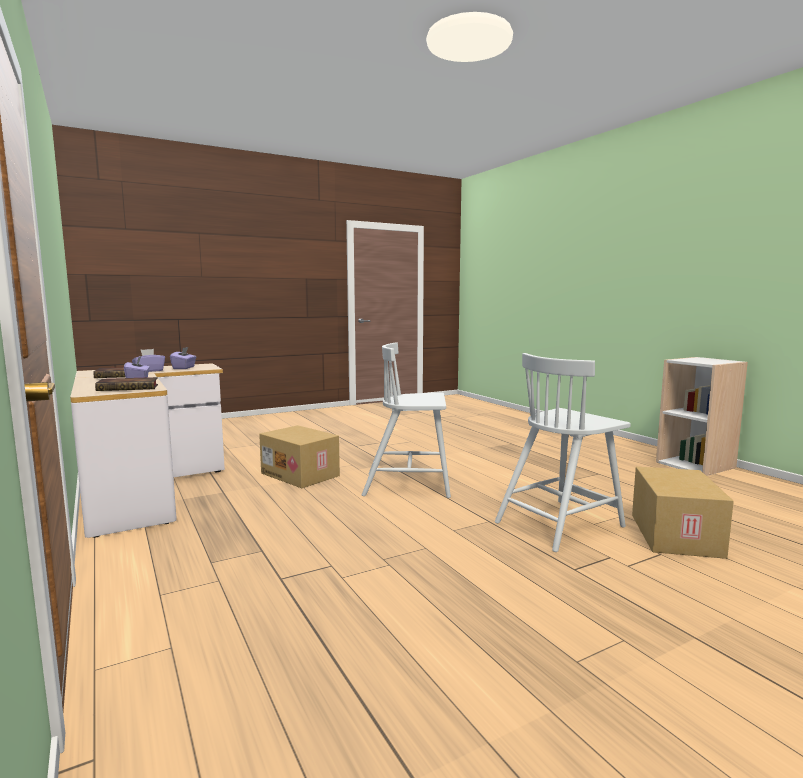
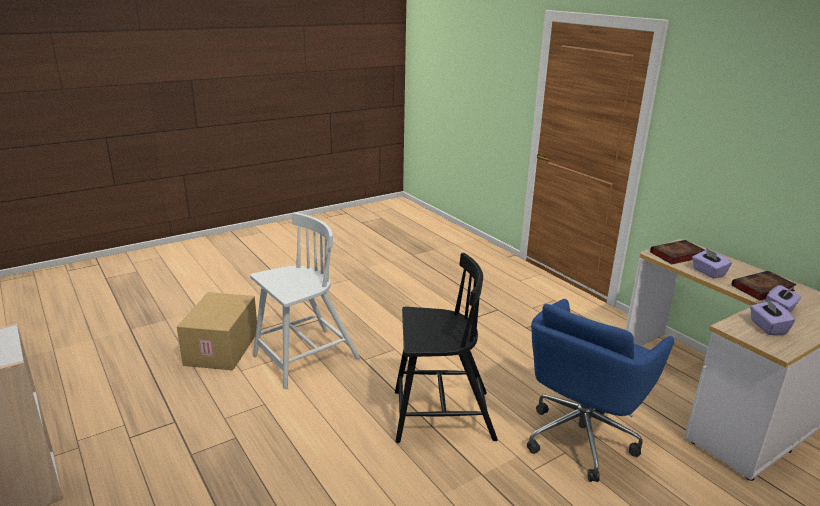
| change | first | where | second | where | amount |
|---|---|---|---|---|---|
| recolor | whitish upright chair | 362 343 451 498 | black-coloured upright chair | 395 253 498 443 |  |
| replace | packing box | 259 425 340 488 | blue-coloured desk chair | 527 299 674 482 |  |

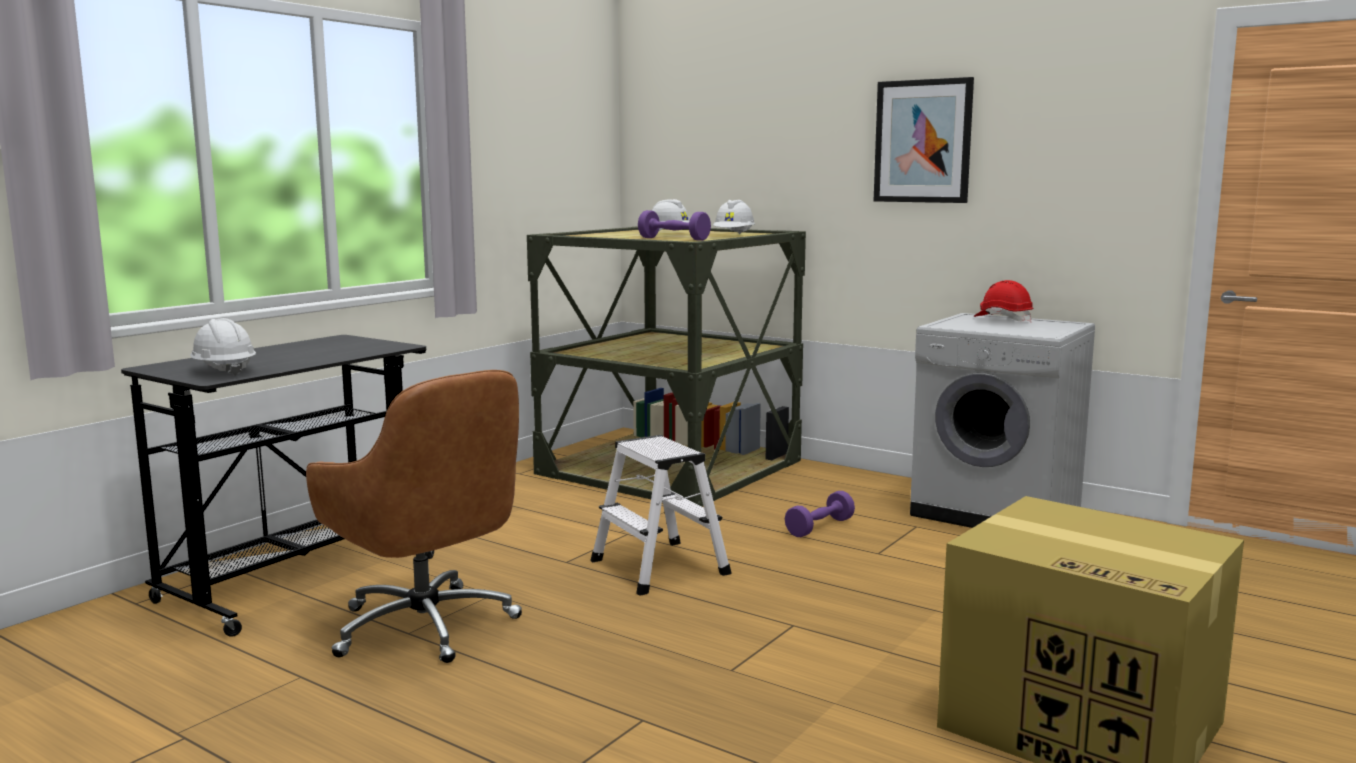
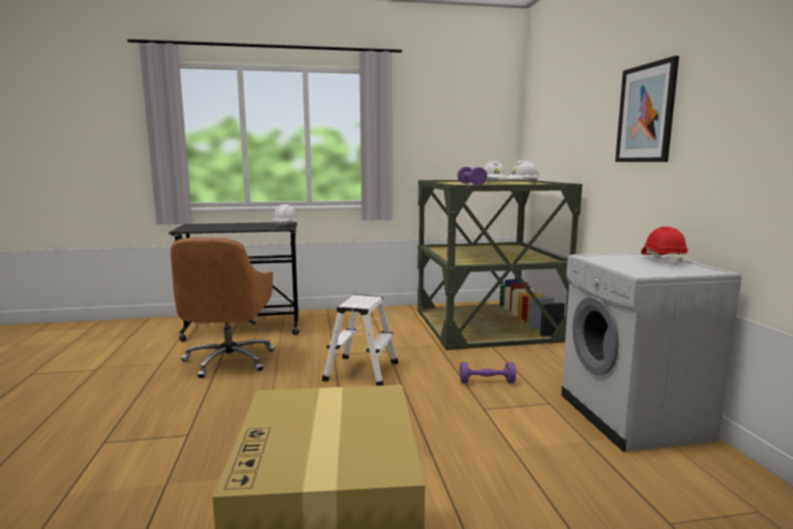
| change | first | where | second | where | amount |
|---|---|---|---|---|---|
| move | whitish safety helmet | 190 318 256 376 |  | 272 204 299 228 |  |

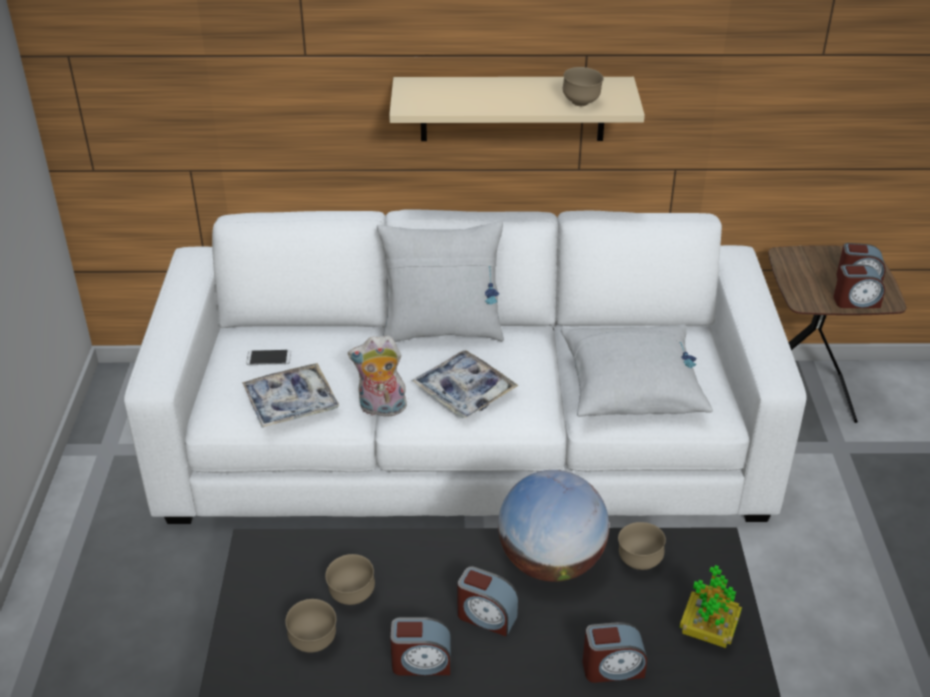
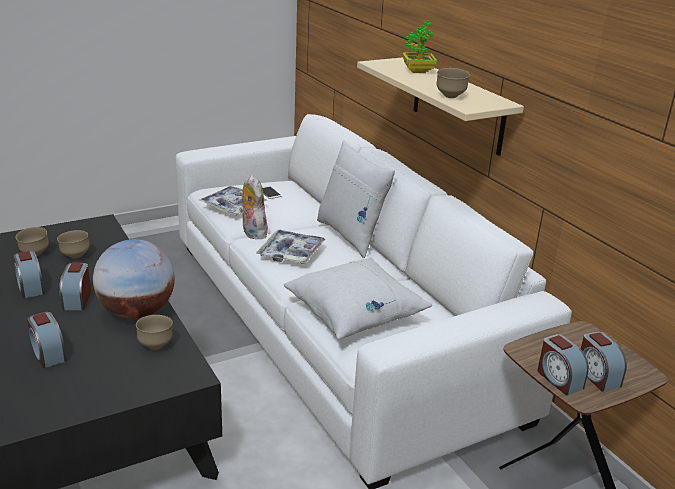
| change | first | where | second | where | amount |
|---|---|---|---|---|---|
| move | houseplant | 679 565 742 648 |  | 402 20 437 73 |  |

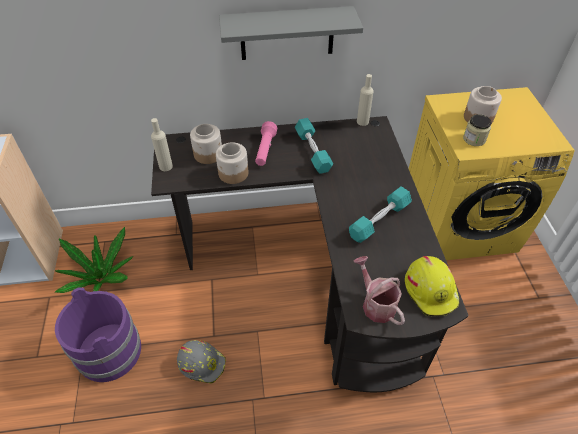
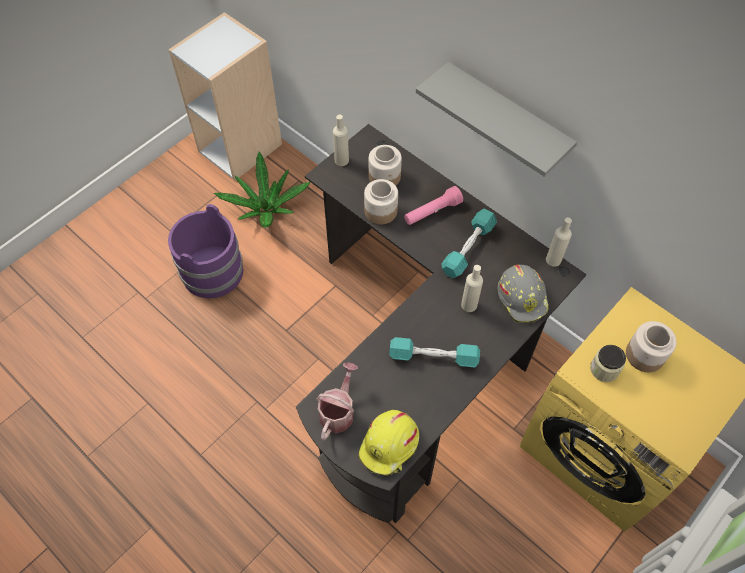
| change | first | where | second | where | amount |
|---|---|---|---|---|---|
| insert |  |  | sand-coloured bottle | 461 265 483 312 |  |
| move | grey safety helmet | 177 340 226 384 |  | 498 265 549 323 |  |

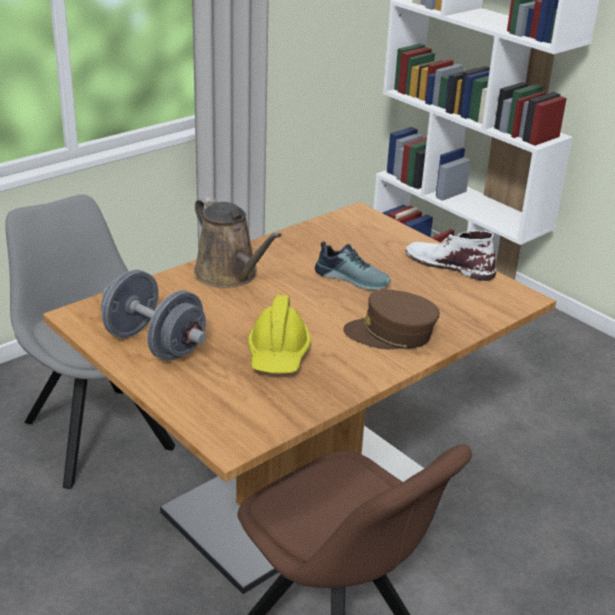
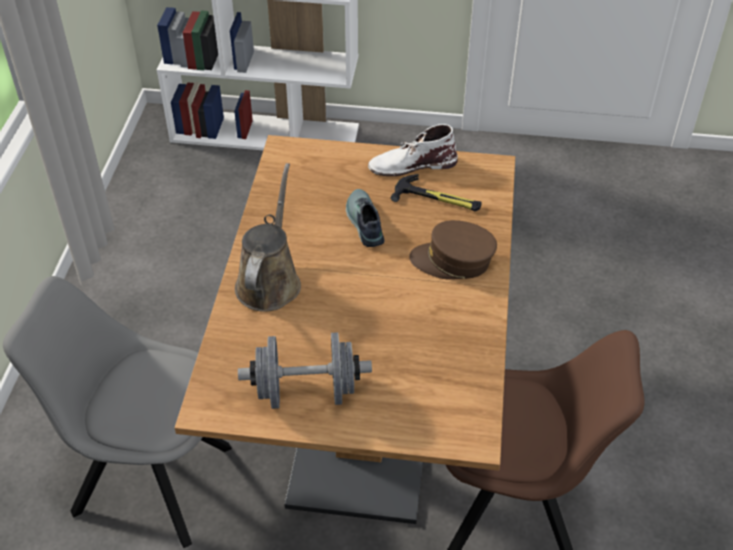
| change | first | where | second | where | amount |
|---|---|---|---|---|---|
| rotate | brown watering can | 194 196 282 288 |  | 235 163 301 312 | 90 degrees counterclockwise |
| rotate | low shoe | 315 241 391 290 |  | 346 189 384 247 | 90 degrees counterclockwise |
| insert |  |  | tool hammer | 391 174 482 212 |  |
| rotate | brown baseball cap | 343 290 440 349 |  | 409 220 497 279 | 45 degrees clockwise |
| delete | yellow-coloured safety helmet | 248 295 311 374 |  |  |  |

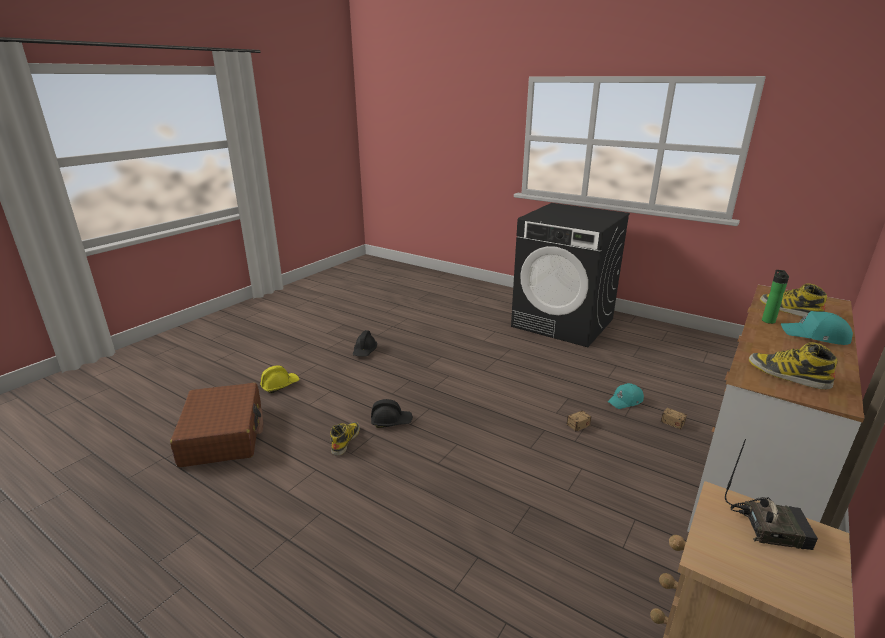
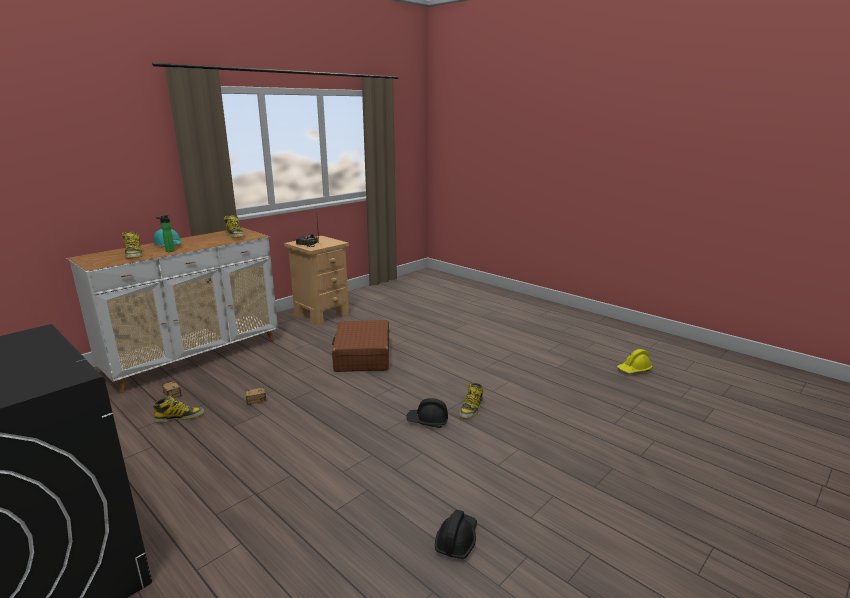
| change | first | where | second | where | amount |
|---|---|---|---|---|---|
| replace | turquoise-coloured baseball cap | 608 383 644 409 | high-top boot | 154 396 204 423 |  |
| move | brown piece of luggage | 170 383 263 467 |  | 332 320 390 372 |  |
| move | yellow-coloured safety helmet | 260 365 299 393 |  | 617 349 653 373 |  |

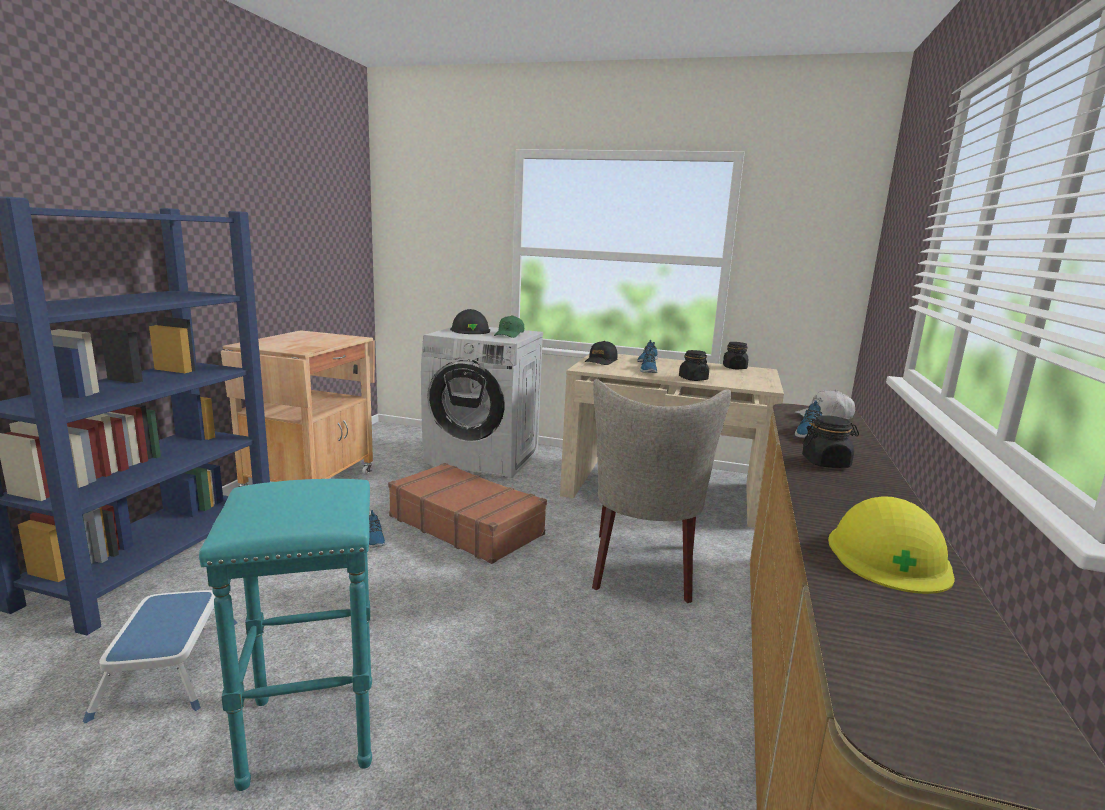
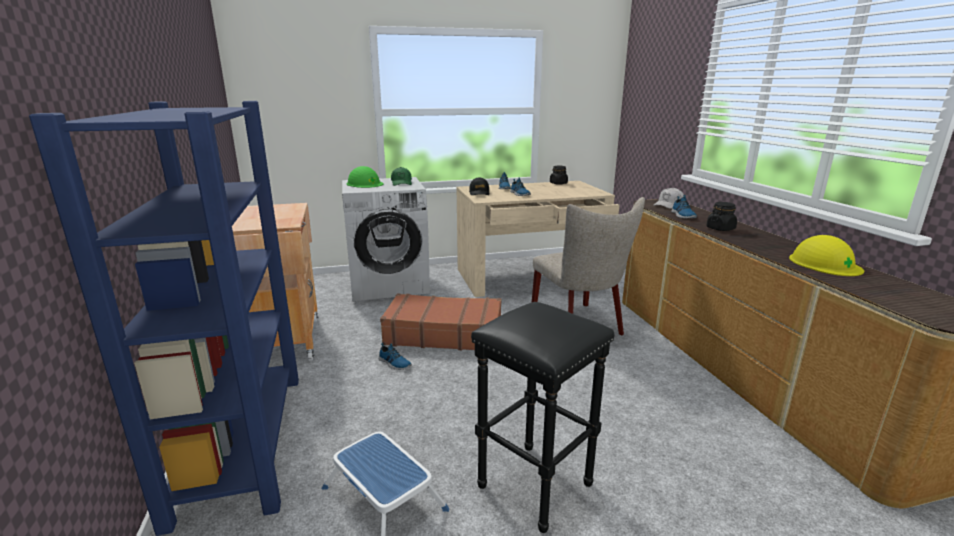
| change | first | where | second | where | amount |
|---|---|---|---|---|---|
| recolor | black-coloured safety helmet | 450 309 490 334 | green-coloured safety helmet | 346 166 384 188 |  |
| recolor | turquoise-coloured stool | 199 479 372 791 | black-coloured stool | 471 302 615 533 |  |
| delete | black-coloured storage jar | 679 350 709 381 |  |  |  |

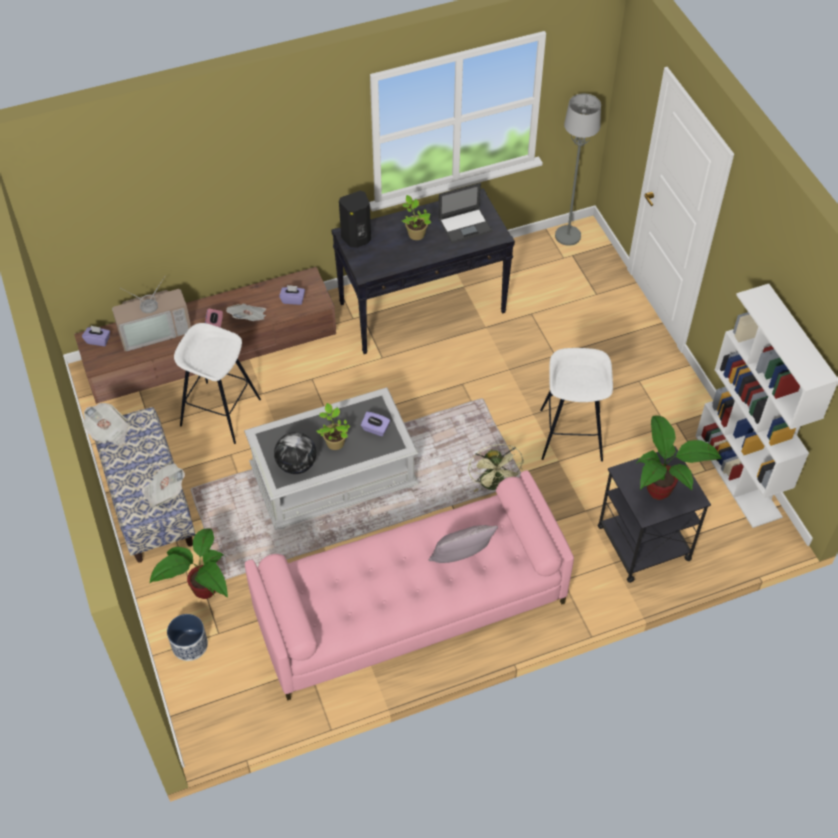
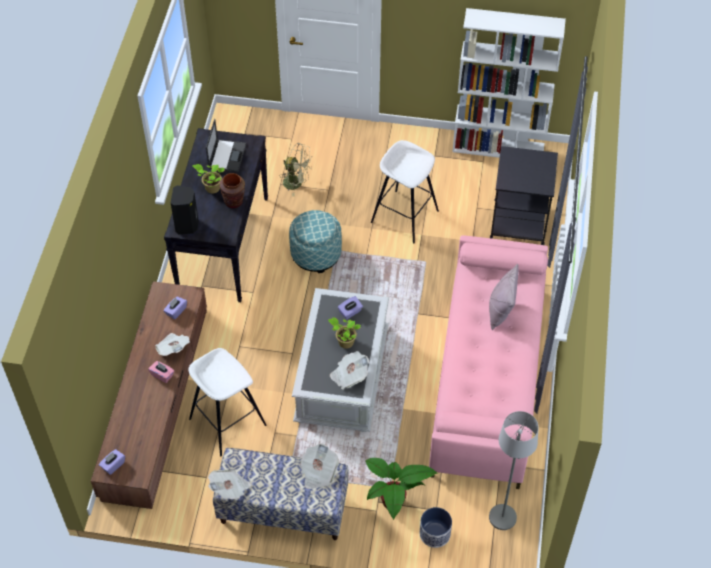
| change | first | where | second | where | amount |
|---|---|---|---|---|---|
| insert |  |  | brown flower vase | 219 173 245 208 |  |
| move | green-coloured electric fan | 468 444 524 492 |  | 281 143 312 196 |  |
| insert |  |  | ottoman | 289 210 342 273 |  |
| replace | desk globe | 274 432 316 474 | printed paper | 330 351 369 390 |  |
| move | grey standing lamp | 555 94 601 246 |  | 489 411 539 530 |  |
| delete | TV set | 112 275 191 351 |  |  |  |
| delete | houseplant | 636 416 722 500 |  |  |  |

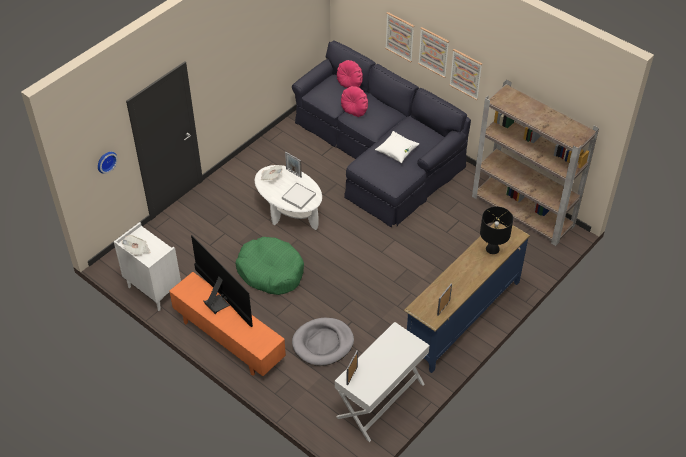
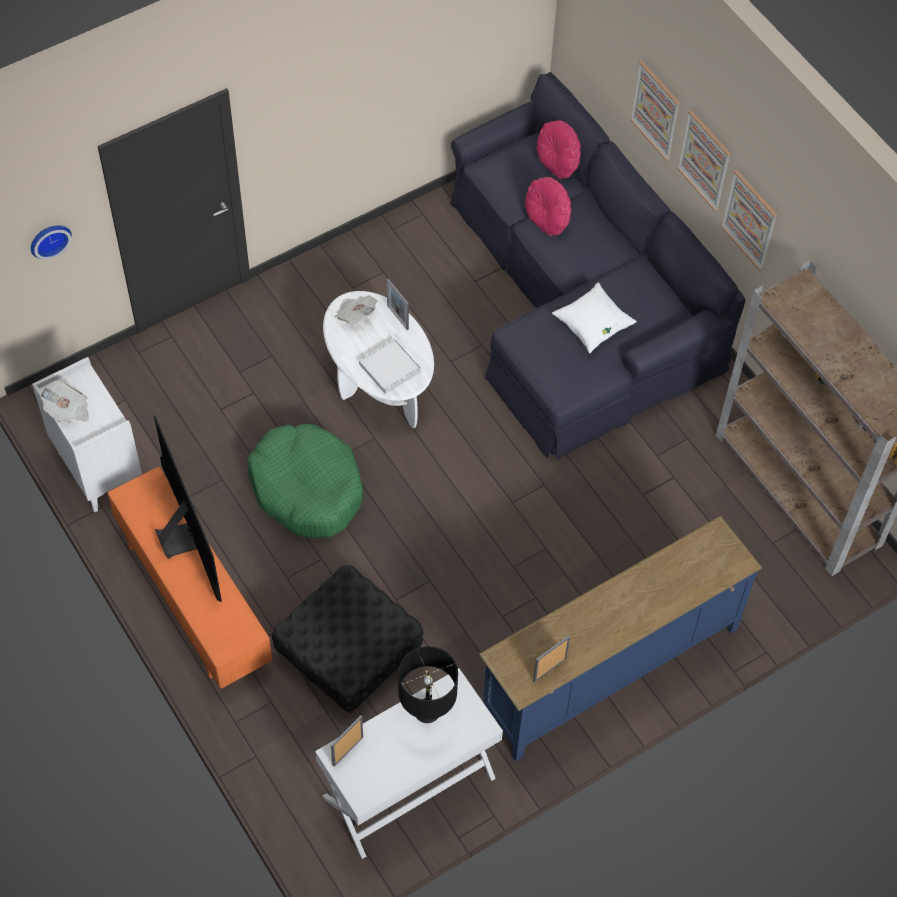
| change | first | where | second | where | amount |
|---|---|---|---|---|---|
| replace | grey pet bed | 292 318 354 366 | black-coloured ottoman | 272 565 424 714 |  |
| move | black-coloured table lamp | 480 206 513 254 |  | 398 646 458 723 |  |

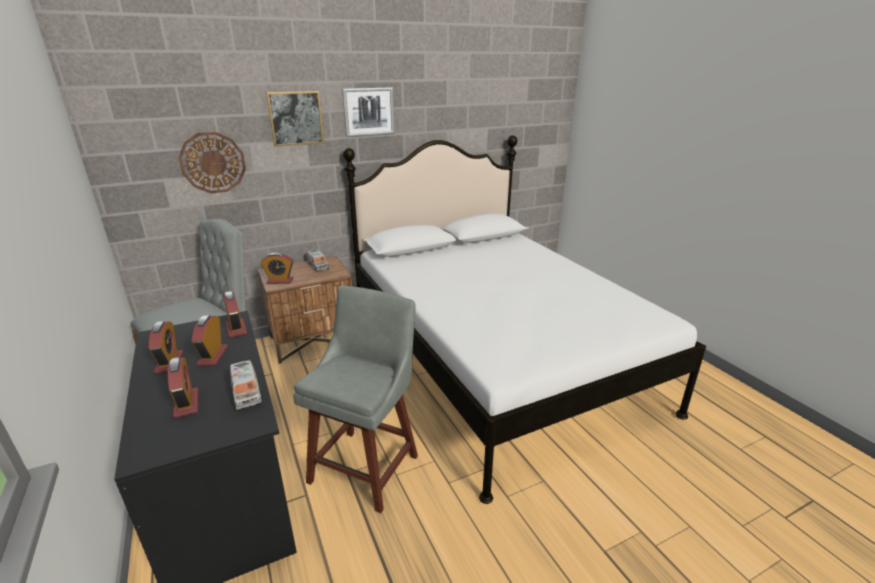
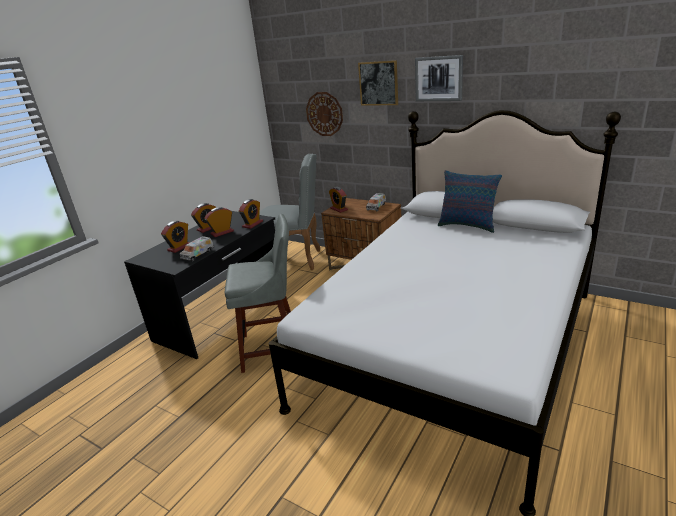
| change | first | where | second | where | amount |
|---|---|---|---|---|---|
| insert |  |  | blue-coloured cushion | 438 170 502 233 |  |

